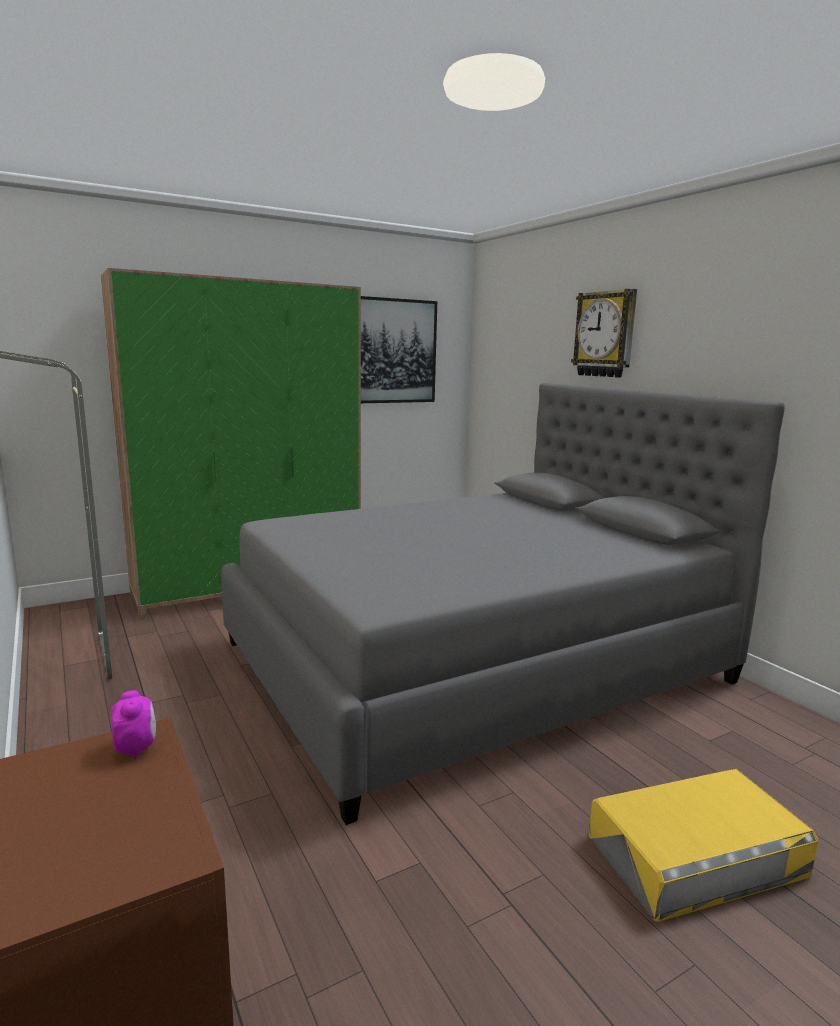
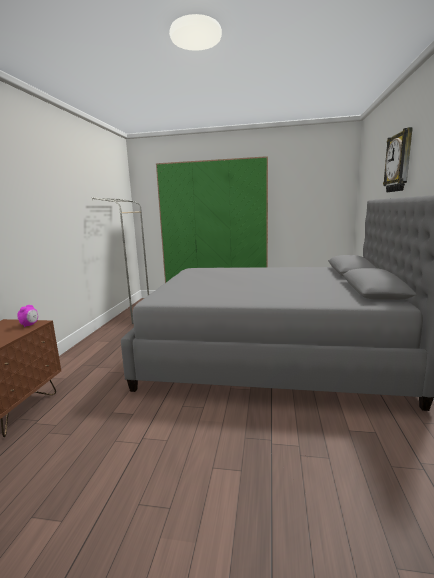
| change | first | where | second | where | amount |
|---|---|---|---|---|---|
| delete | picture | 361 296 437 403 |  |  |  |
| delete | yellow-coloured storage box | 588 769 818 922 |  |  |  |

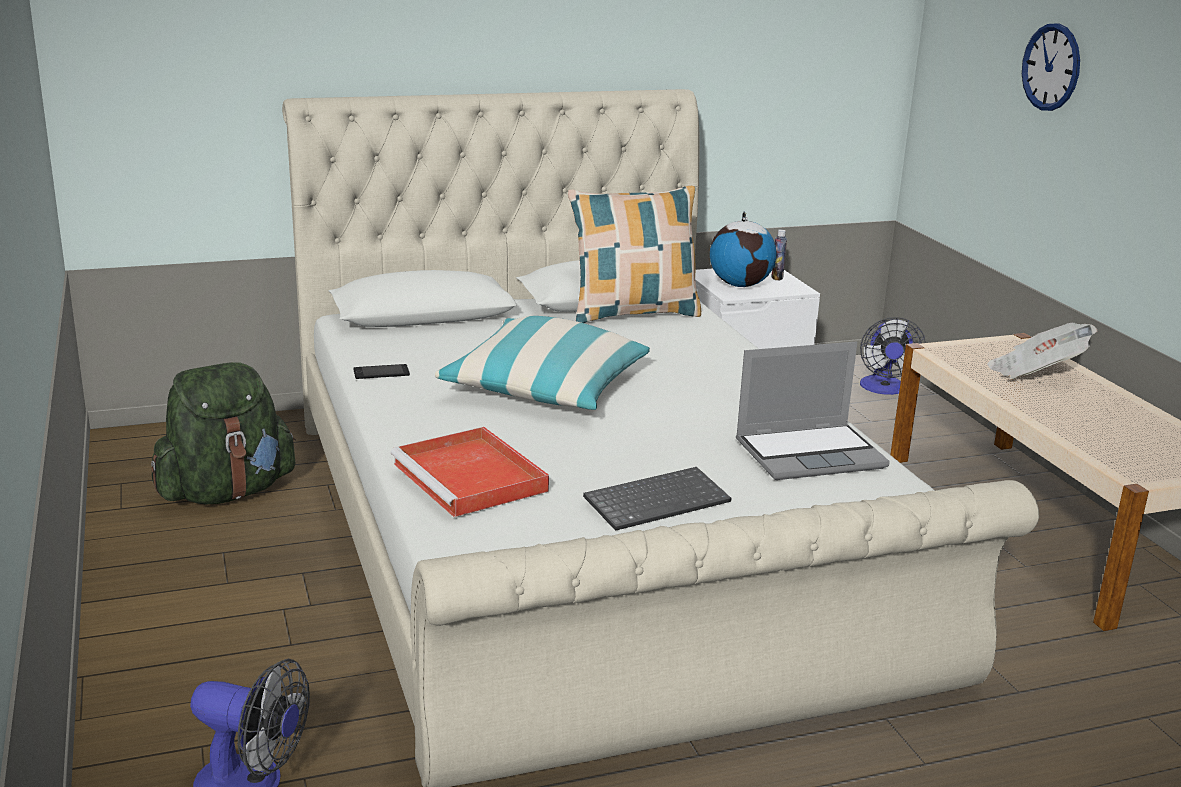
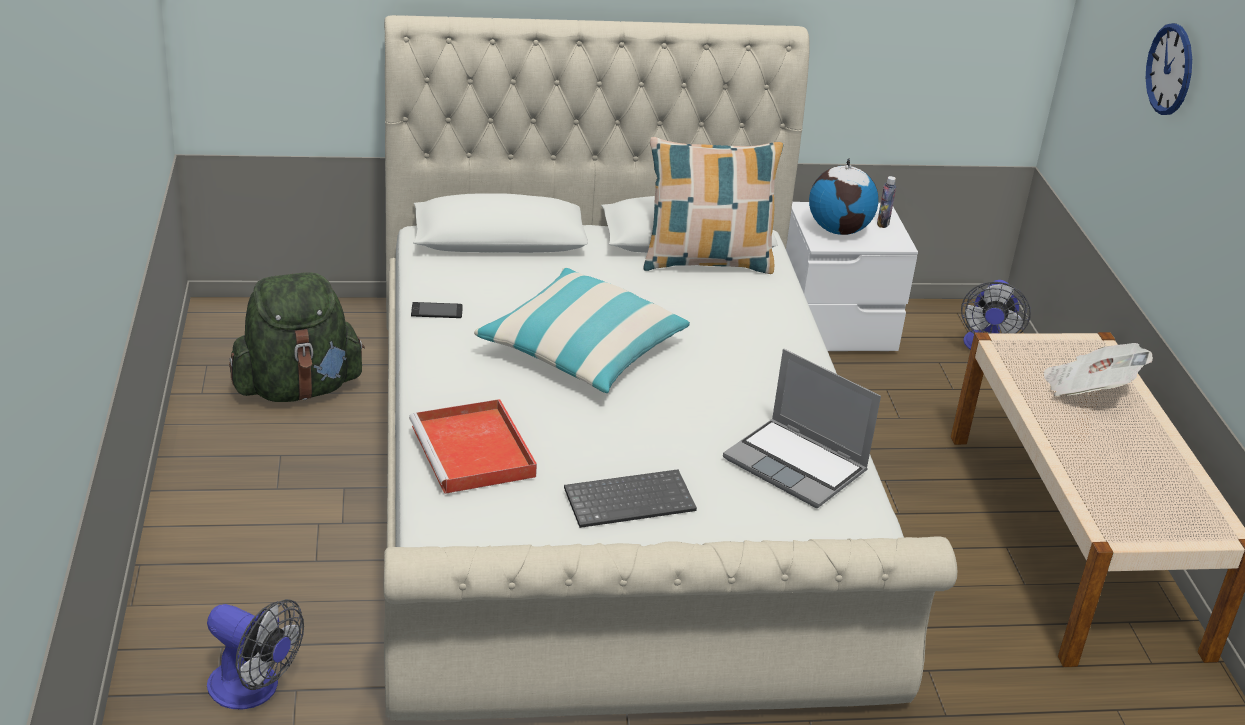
| change | first | where | second | where | amount |
|---|---|---|---|---|---|
| rotate | notebook computer | 736 341 890 480 |  | 723 349 881 508 | 45 degrees clockwise |

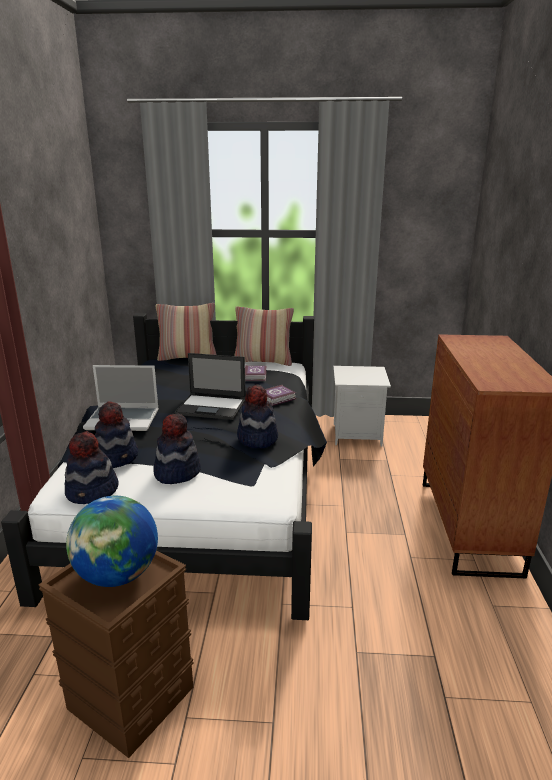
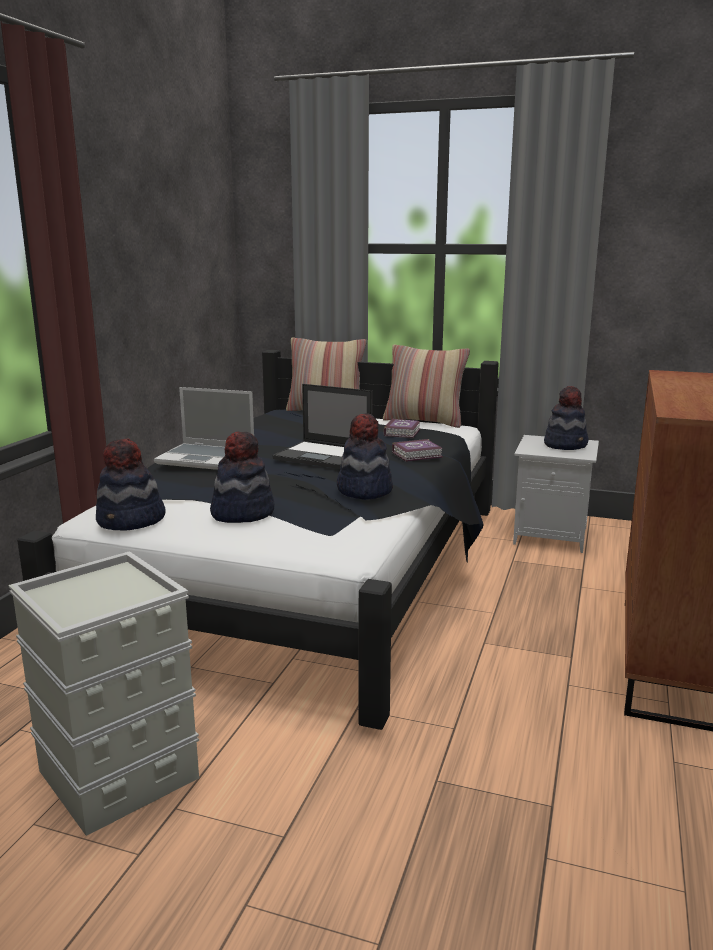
| change | first | where | second | where | amount |
|---|---|---|---|---|---|
| recolor | brown storage box | 38 550 194 758 | grey storage box | 9 551 199 836 |  |
| move | hat | 95 401 138 468 |  | 544 386 589 450 |  |
| delete | desk globe | 66 496 158 587 |  |  |  |

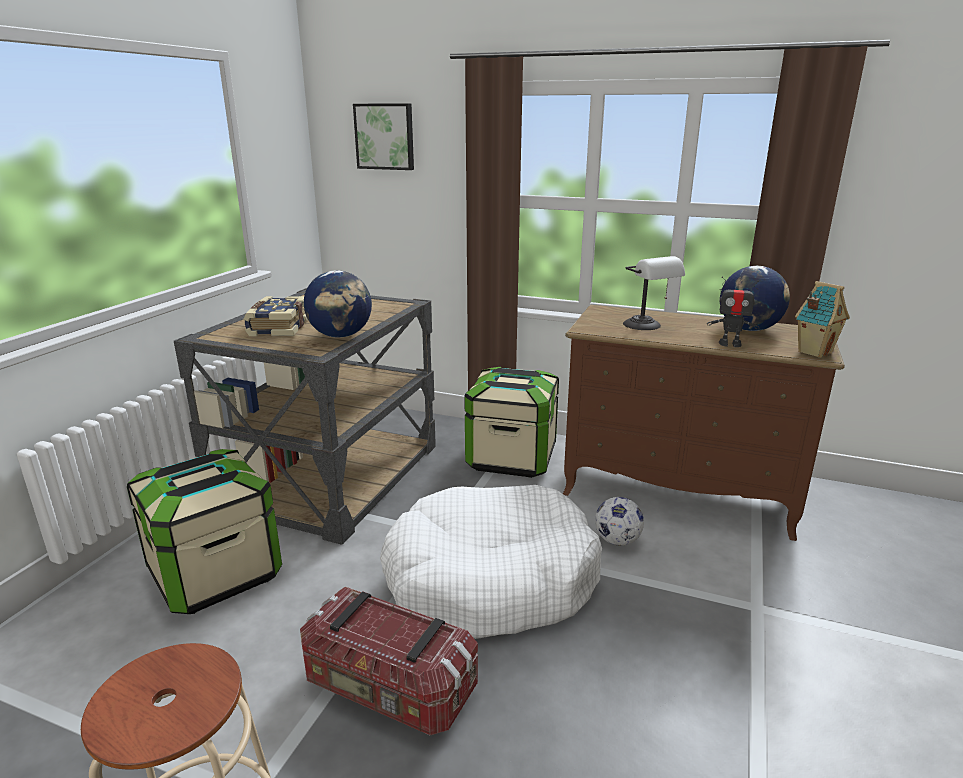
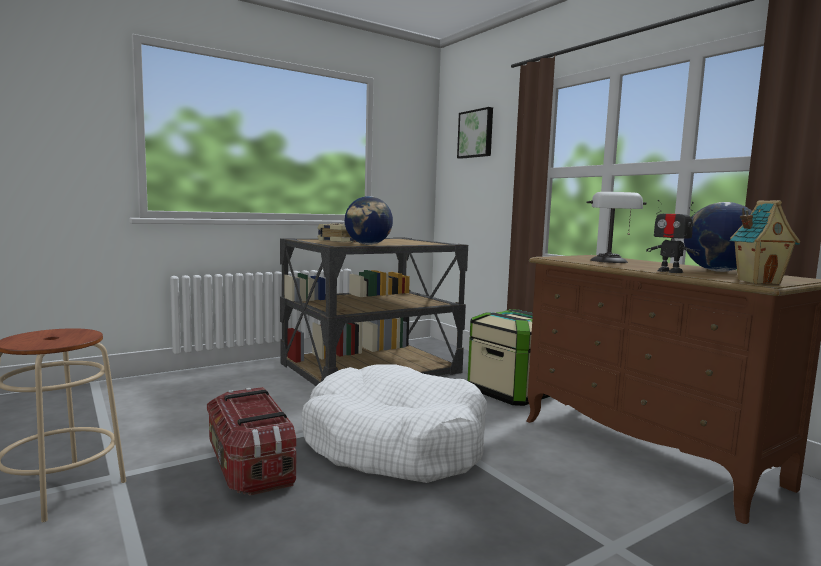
| change | first | where | second | where | amount |
|---|---|---|---|---|---|
| delete | storage box | 127 449 282 614 |  |  |  |
| delete | ball for football | 595 497 644 546 |  |  |  |

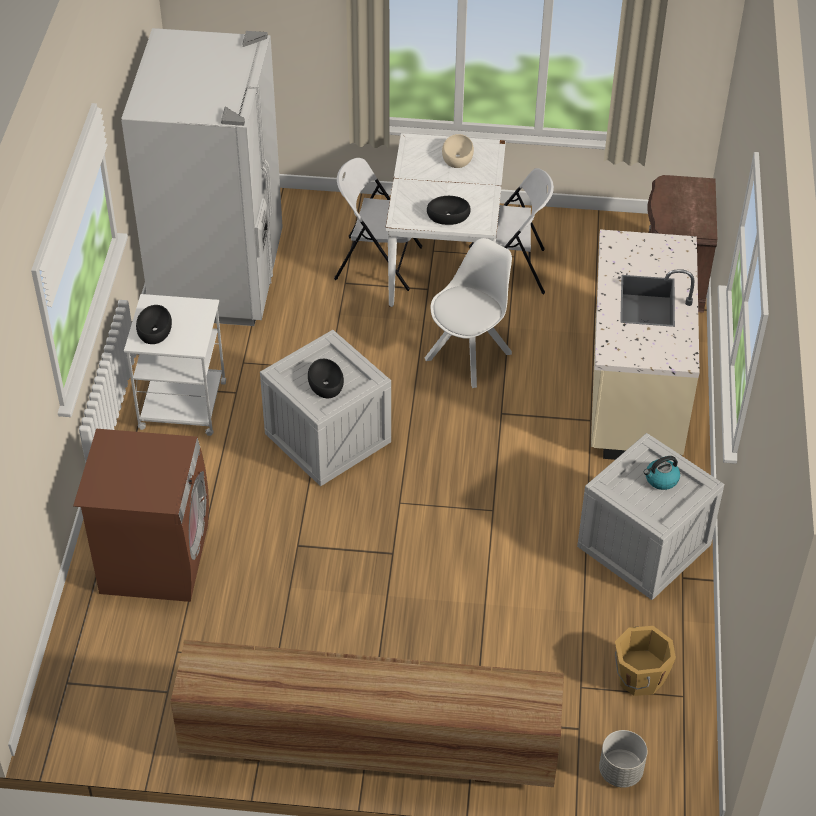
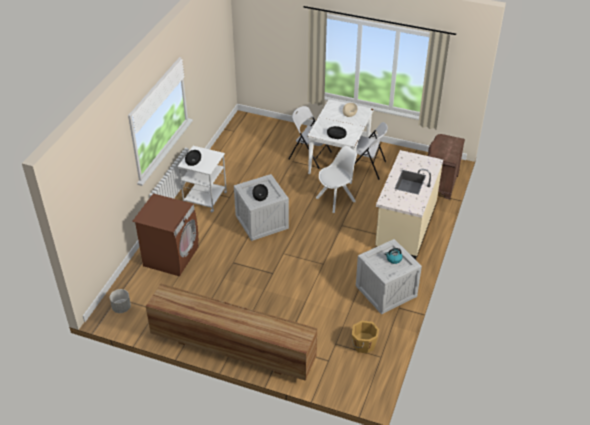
| change | first | where | second | where | amount |
|---|---|---|---|---|---|
| move | grey planter | 599 730 647 788 |  | 110 289 131 313 |  |
| delete | whitish fridge | 121 28 283 326 |  |  |  |

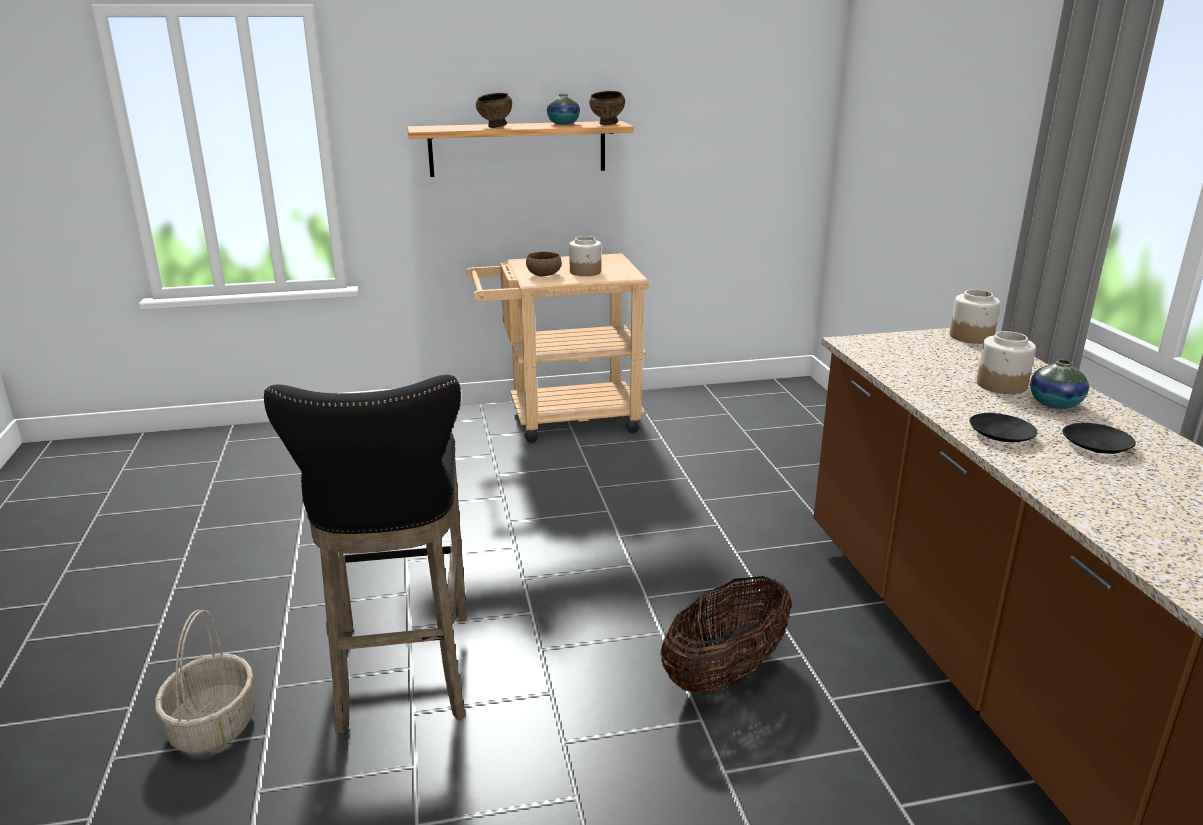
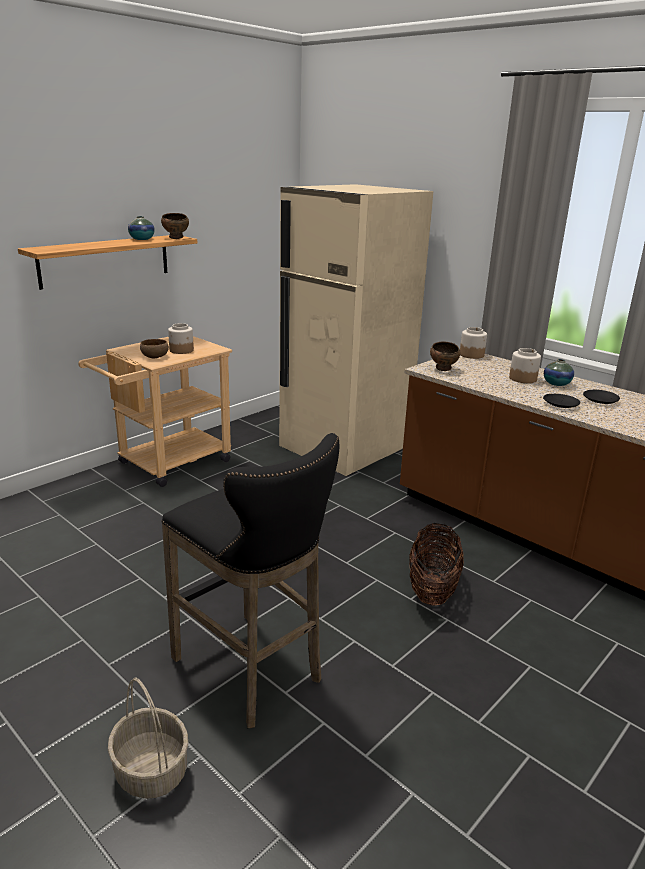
| change | first | where | second | where | amount |
|---|---|---|---|---|---|
| insert |  |  | sand-coloured fridge | 279 184 434 476 |  |
| move | brown deep dish | 476 93 512 128 |  | 430 342 461 371 |  |

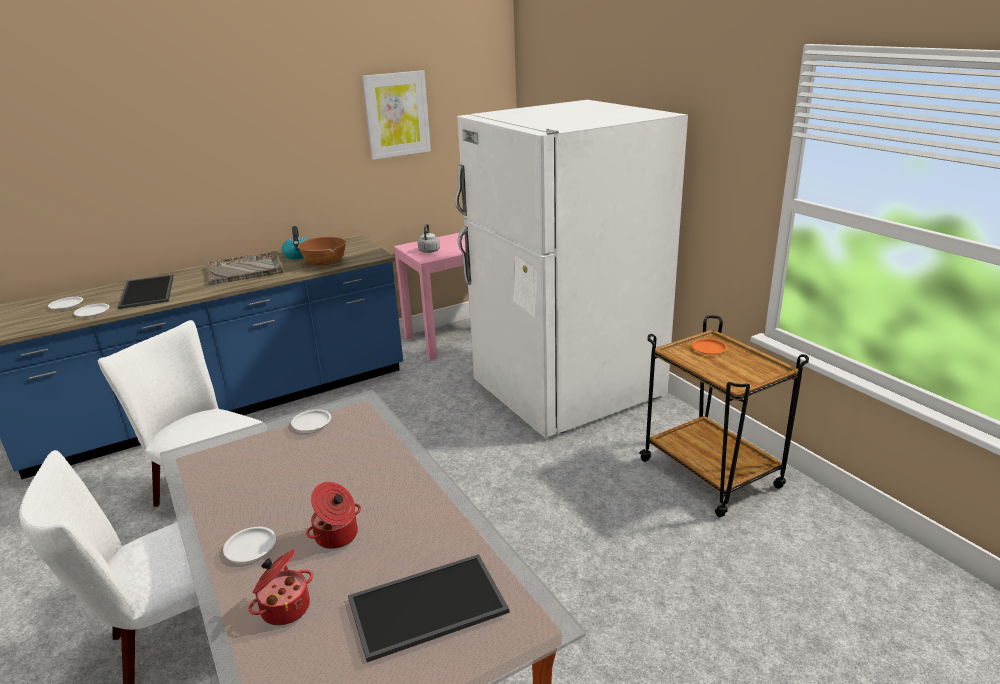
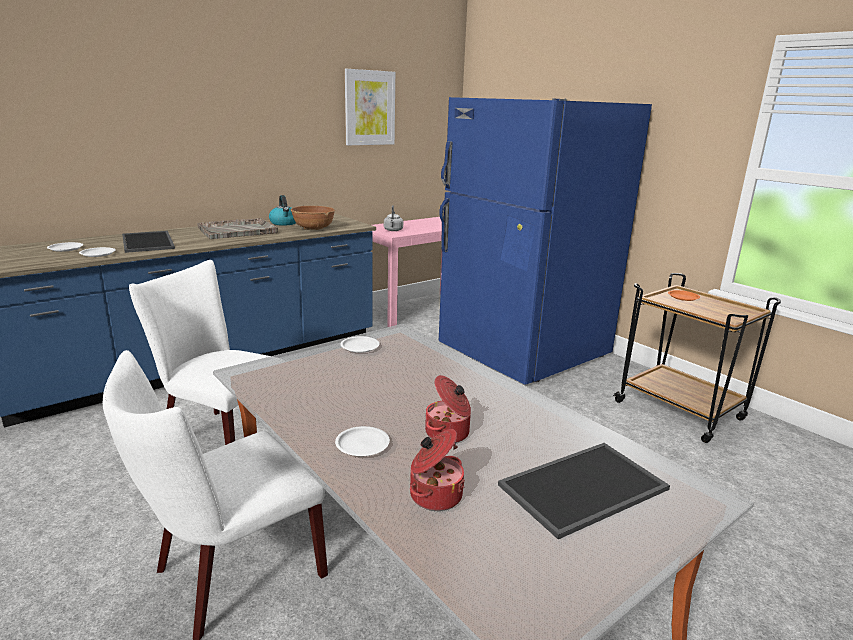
| change | first | where | second | where | amount |
|---|---|---|---|---|---|
| recolor | whitish fridge | 455 100 688 437 | blue-coloured fridge | 439 97 652 384 |  |

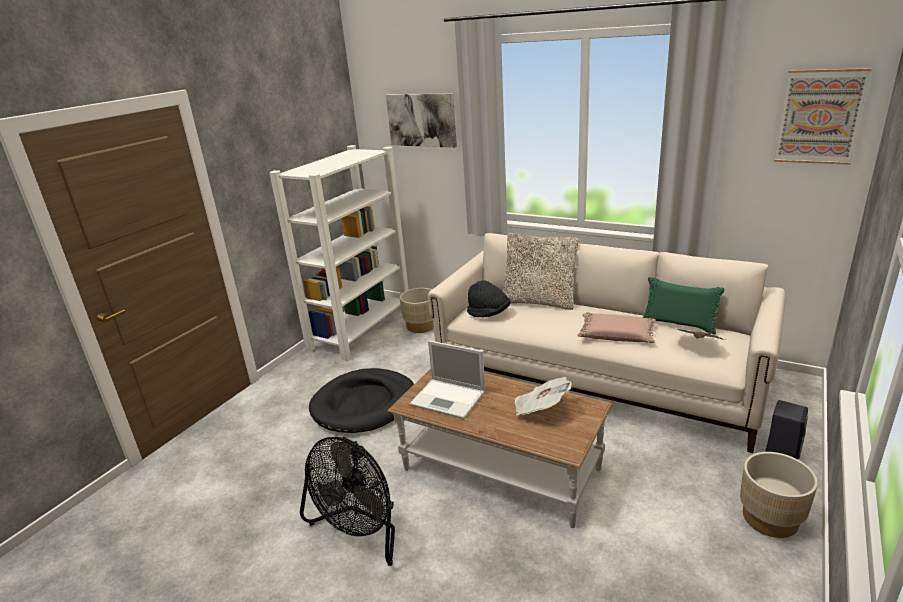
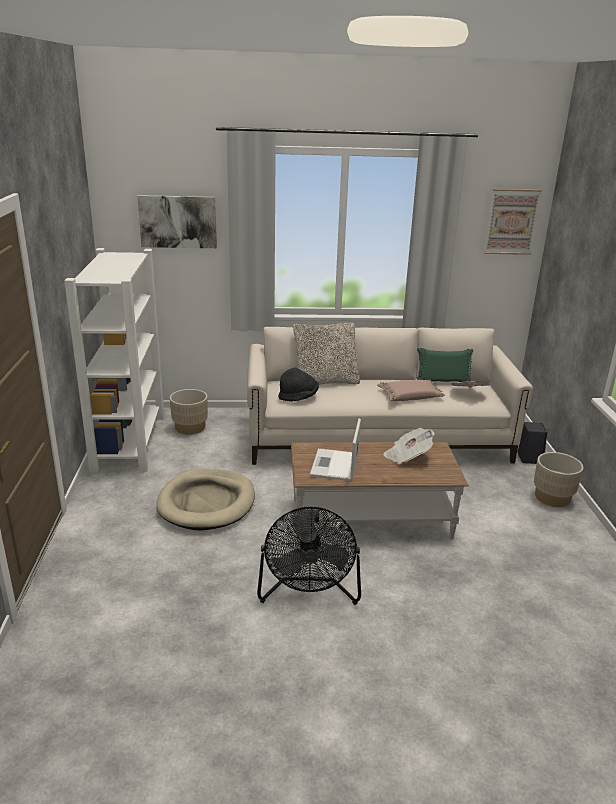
| change | first | where | second | where | amount |
|---|---|---|---|---|---|
| recolor | black-coloured pet bed | 309 368 414 433 | sand-coloured pet bed | 156 469 255 530 |  |
| rotate | notebook computer | 410 341 485 419 |  | 310 418 361 481 | 105 degrees clockwise |

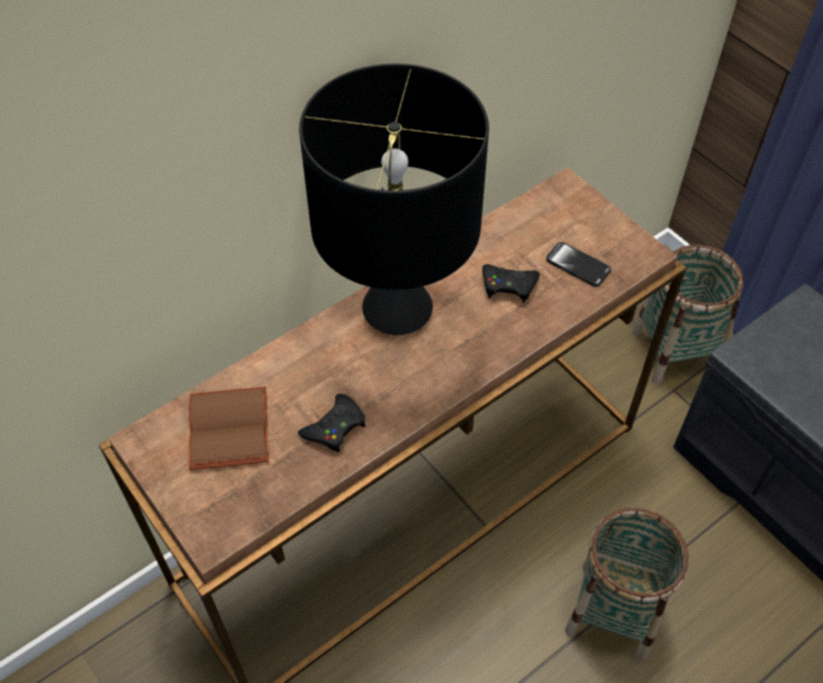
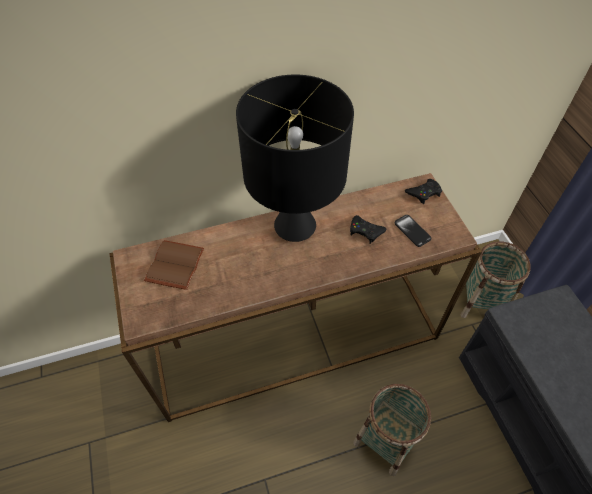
| change | first | where | second | where | amount |
|---|---|---|---|---|---|
| move | black-coloured game controller | 298 394 365 452 |  | 405 179 442 204 |  |

